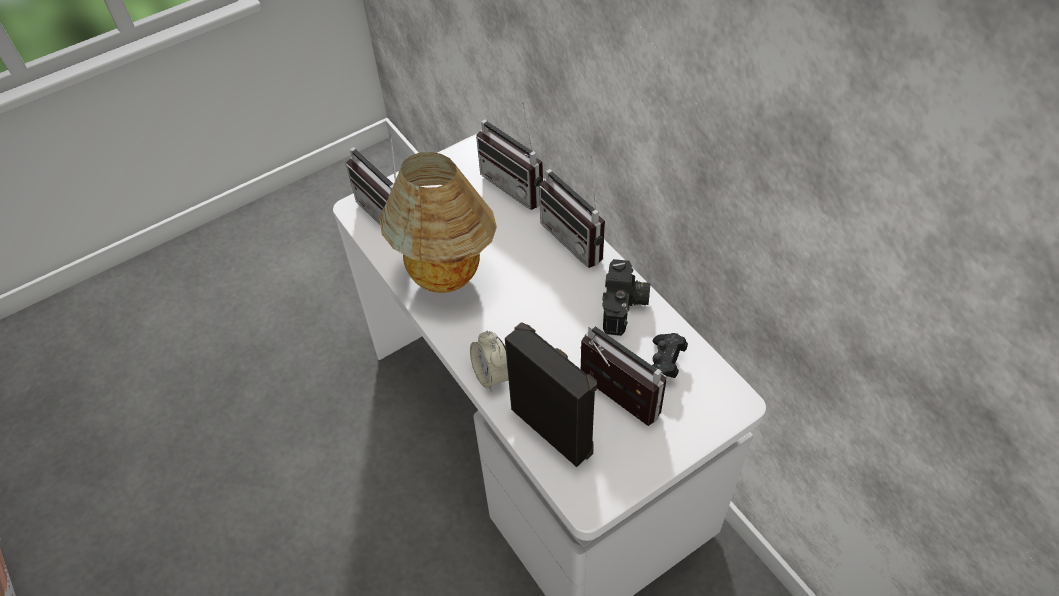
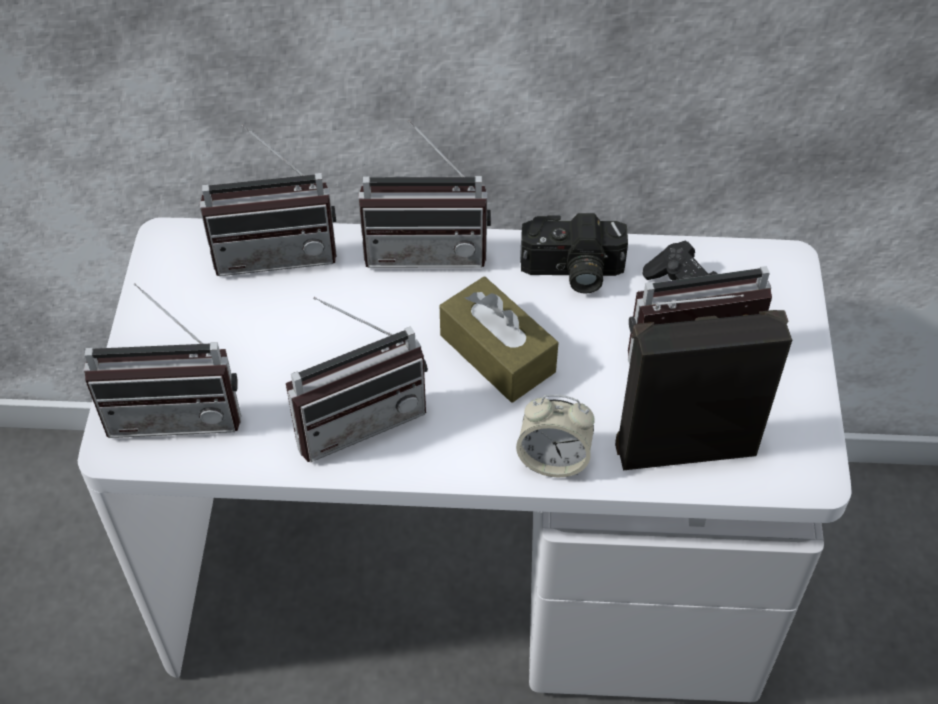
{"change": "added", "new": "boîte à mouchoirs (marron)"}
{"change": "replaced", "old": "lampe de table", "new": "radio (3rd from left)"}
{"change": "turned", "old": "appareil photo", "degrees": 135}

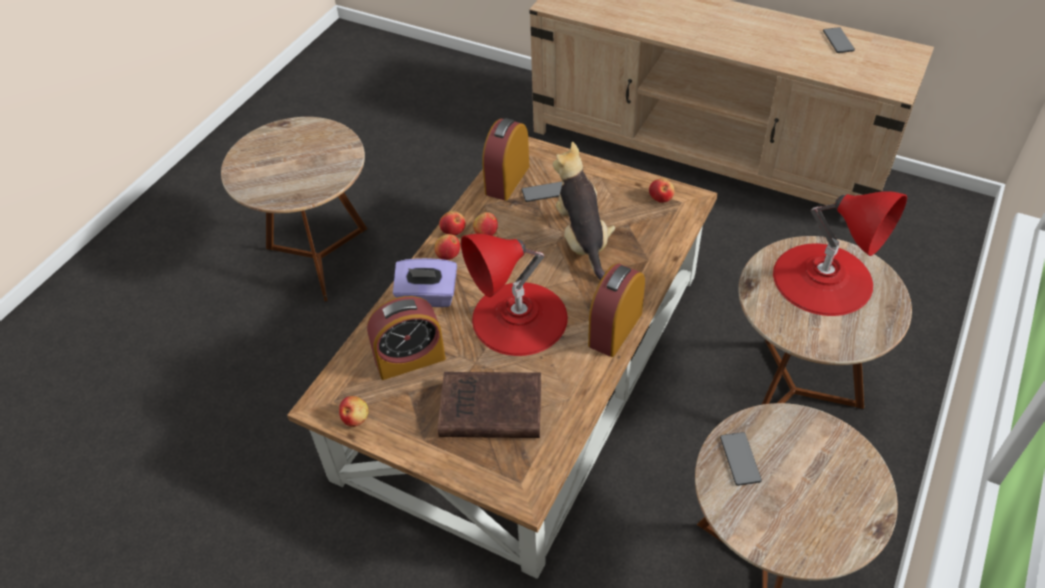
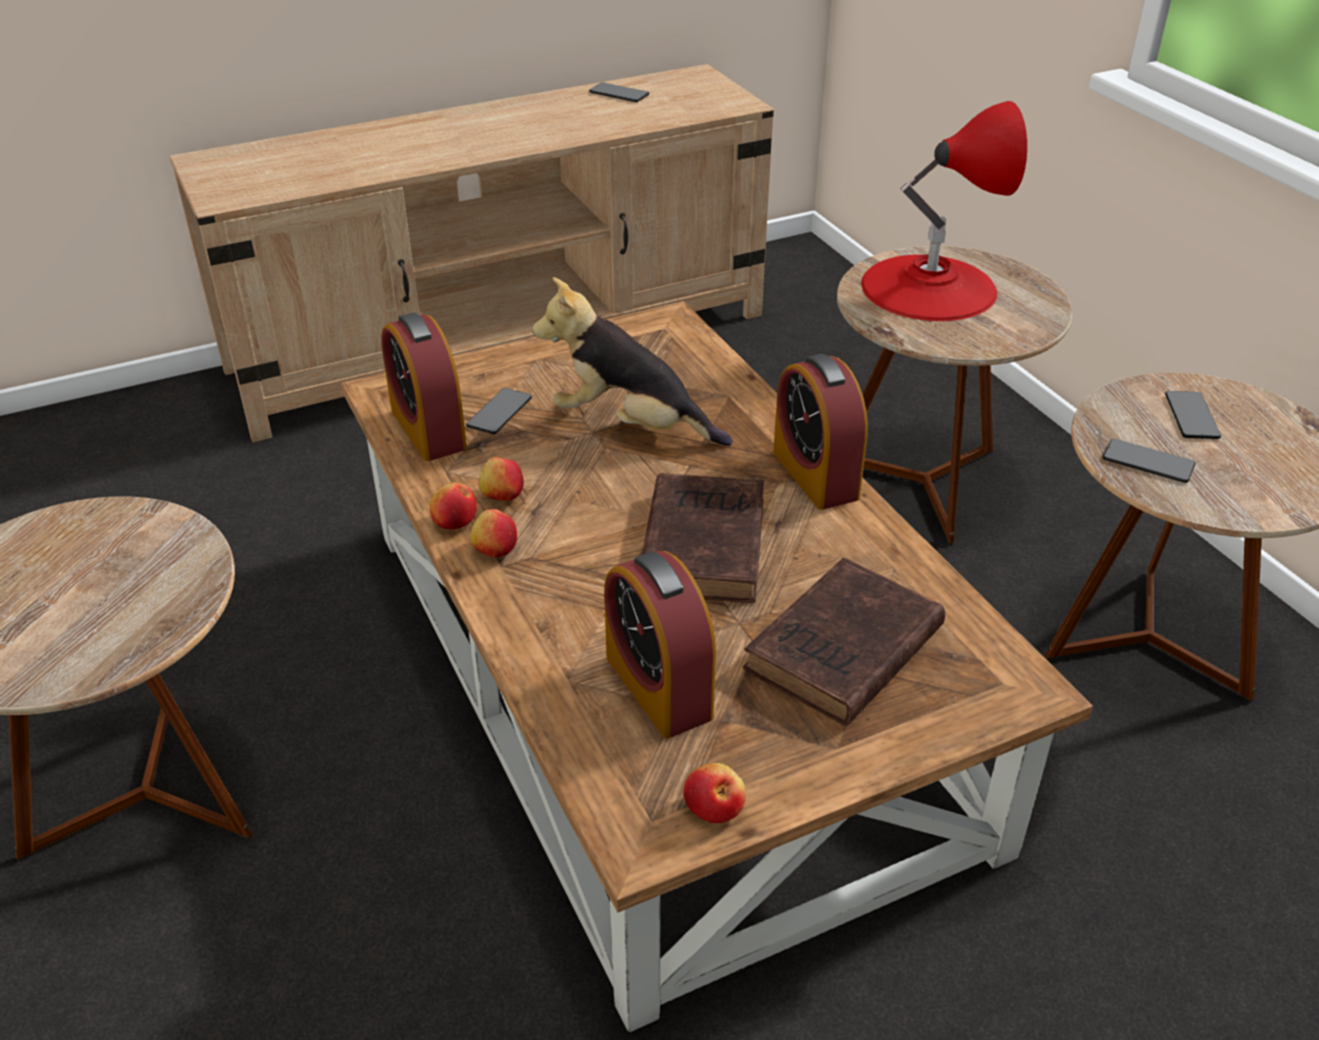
{"change": "removed", "old": "boîte à mouchoirs (violet)"}
{"change": "removed", "old": "pomme (5th from left)"}
{"change": "added", "new": "téléphone (4th from left)"}
{"change": "replaced", "old": "lampe de table (rouge) (1st from left)", "new": "livre (marron) (1st from left)"}
{"change": "turned", "old": "réveil (1st from left in the first image)", "degrees": 135}

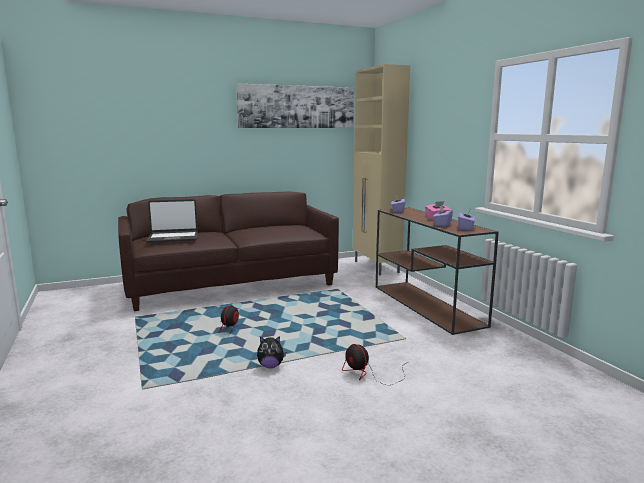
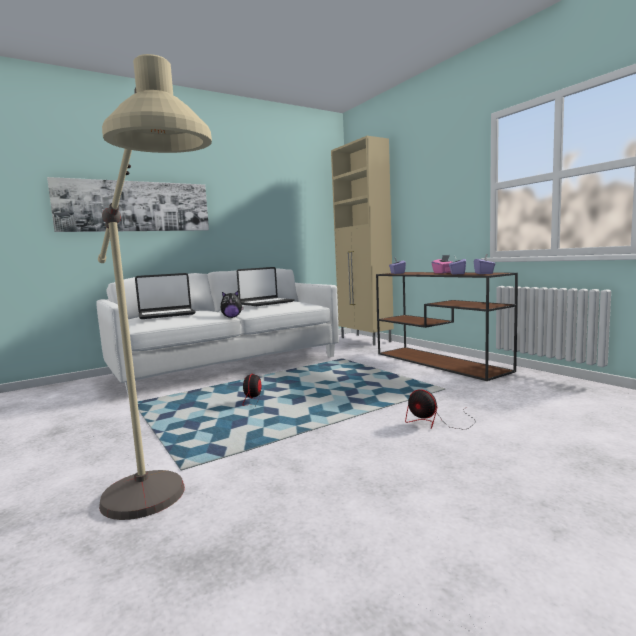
{"change": "added", "new": "lampadaire (beige)"}
{"change": "added", "new": "ordinateur portable (2nd from left)"}
{"change": "moved", "old": "tableau"}
{"change": "moved", "old": "peluche"}
{"change": "recoloured", "old": "canapé (marron)", "new": "canapé (blanc)"}

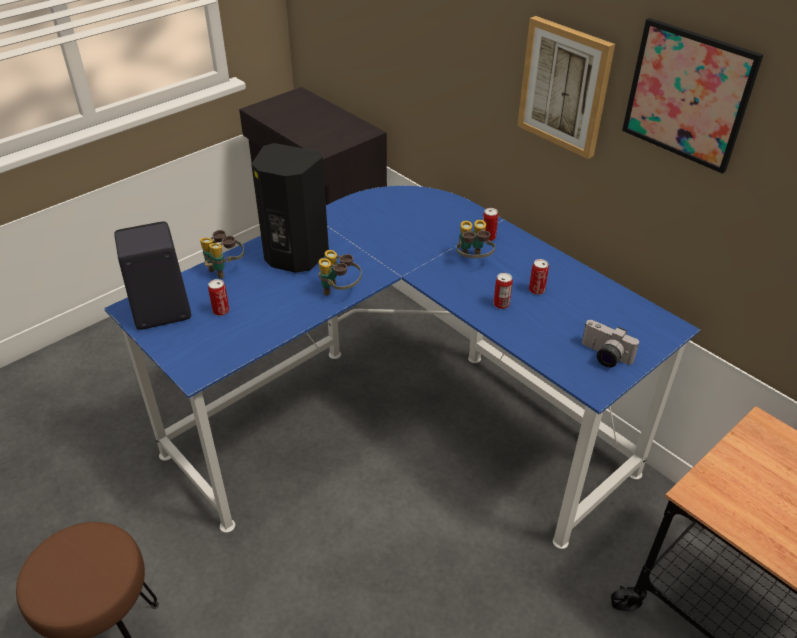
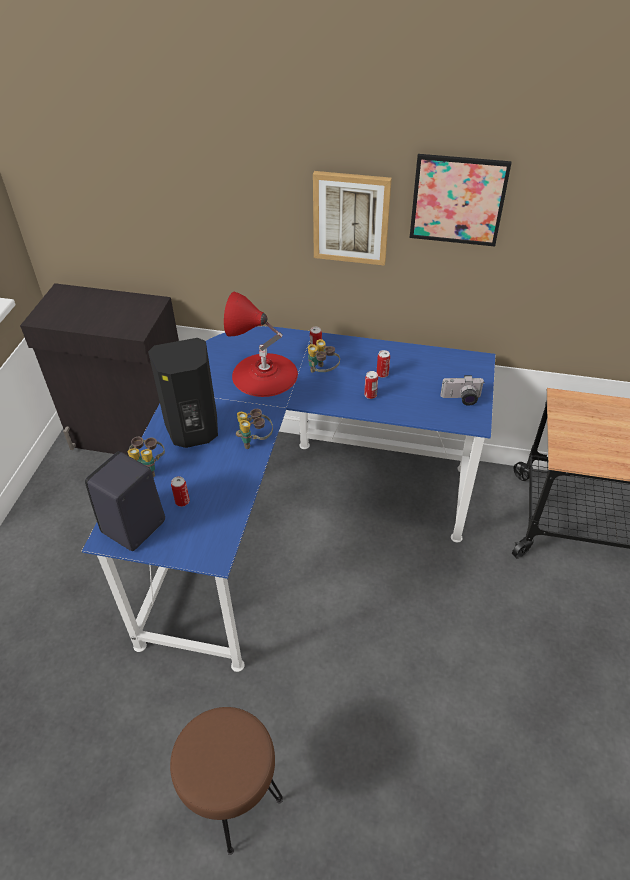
{"change": "added", "new": "lampe de table (rouge)"}

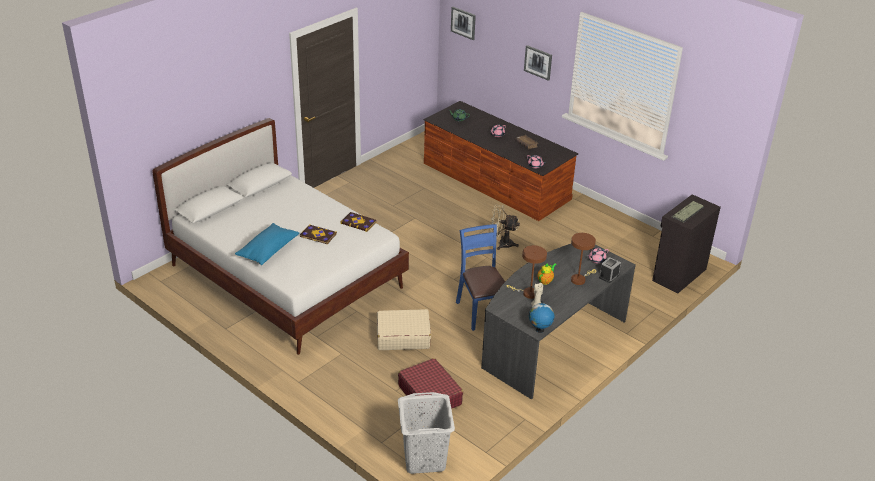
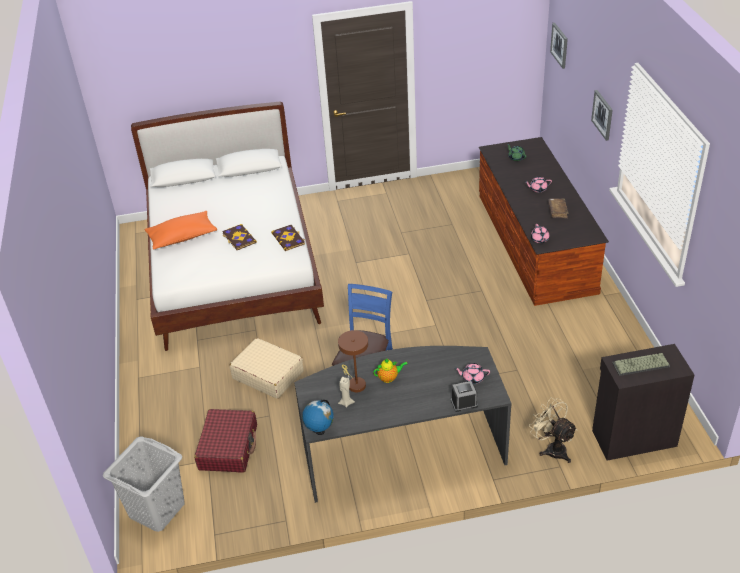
{"change": "removed", "old": "lampe de table (marron) (2nd from left)"}
{"change": "moved", "old": "ventilateur (beige)"}
{"change": "recoloured", "old": "coussin (bleu)", "new": "coussin (orange)"}

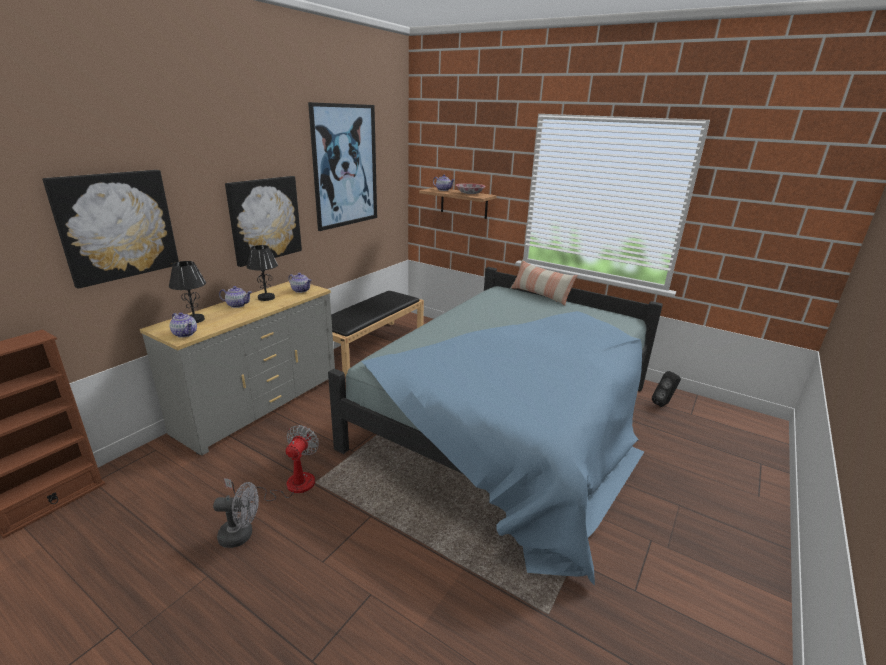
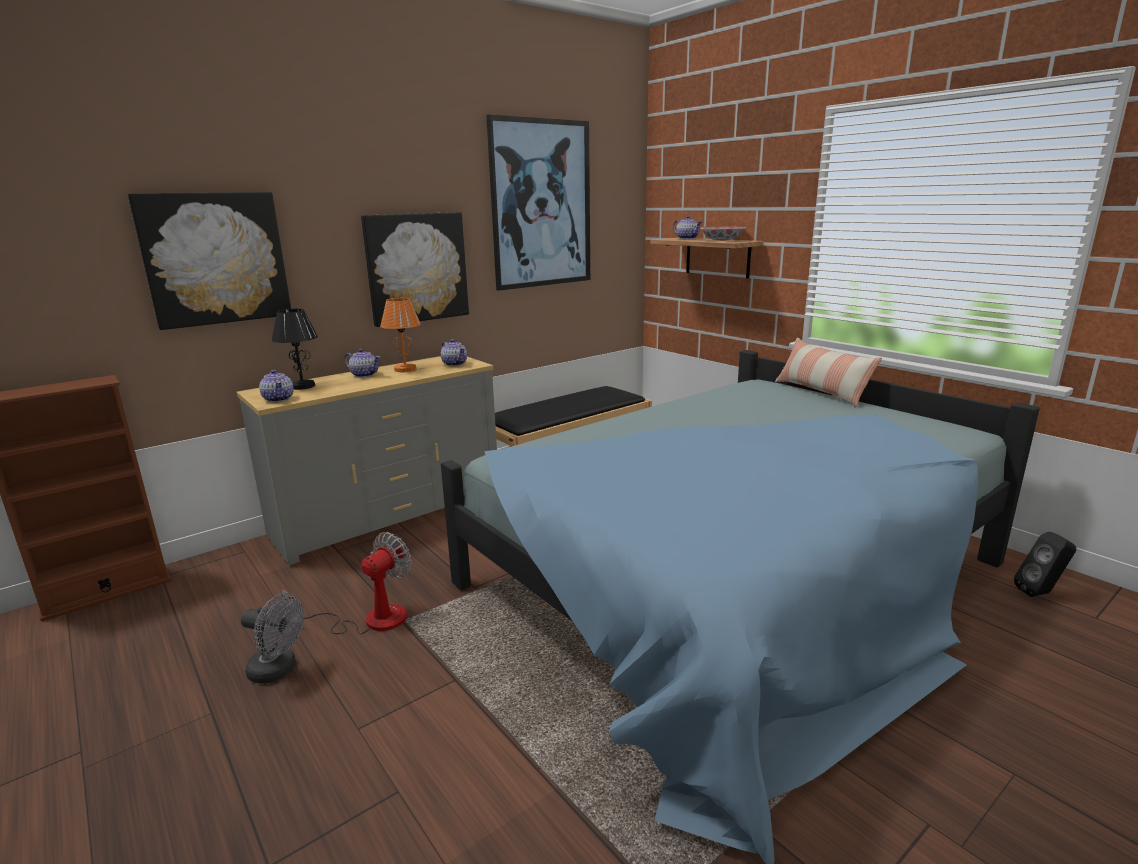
{"change": "recoloured", "old": "lampe de table (noir) (2nd from left)", "new": "lampe de table (orange)"}

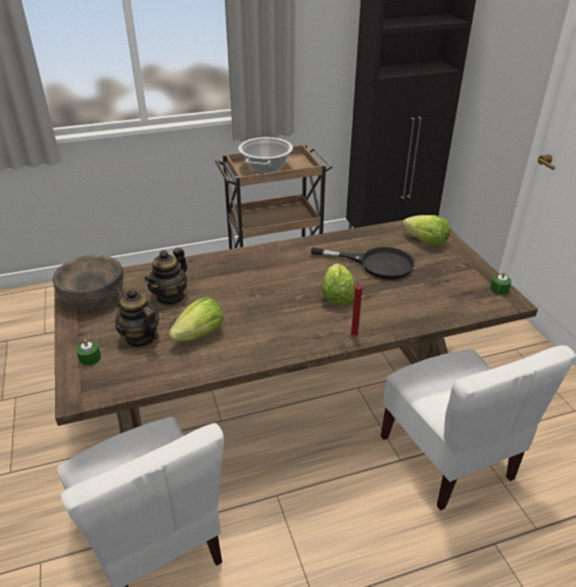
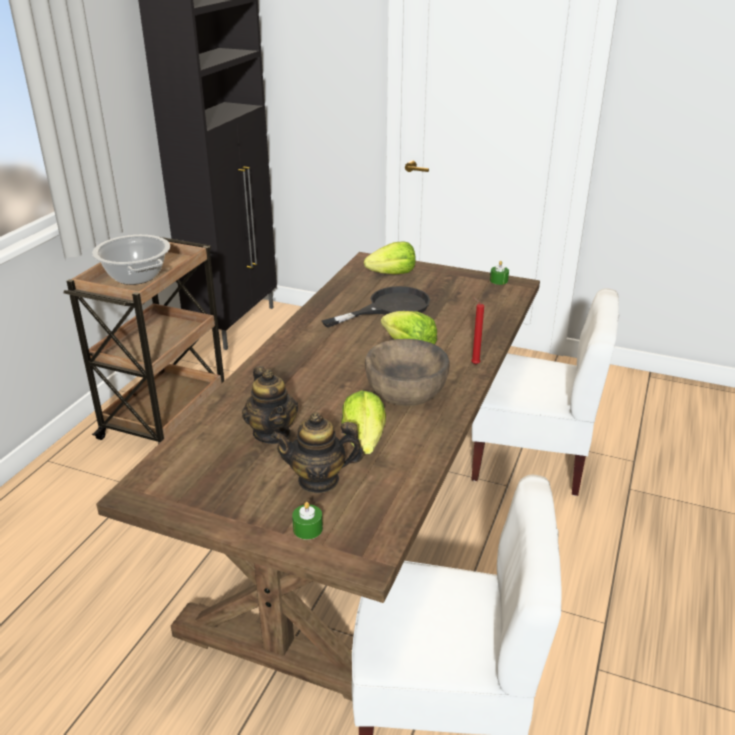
{"change": "moved", "old": "bol (marron)"}

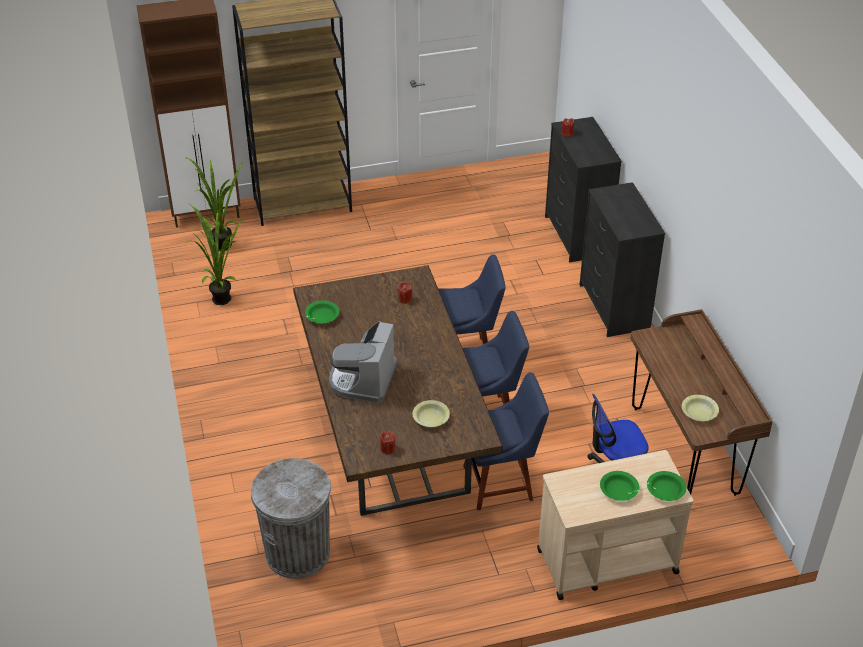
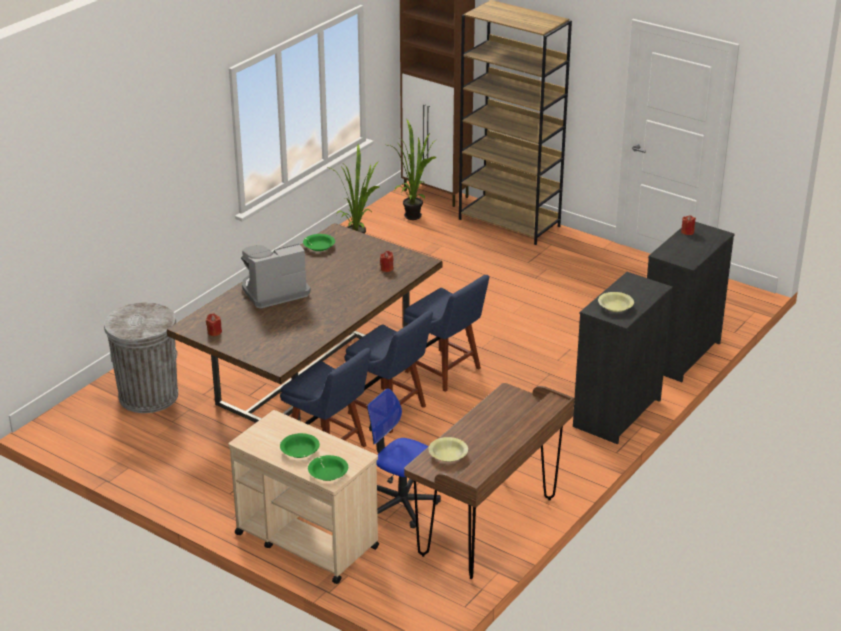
{"change": "moved", "old": "bol (jaune) (1st from left in the first image)", "new": "bol (jaune) (2nd from left)"}

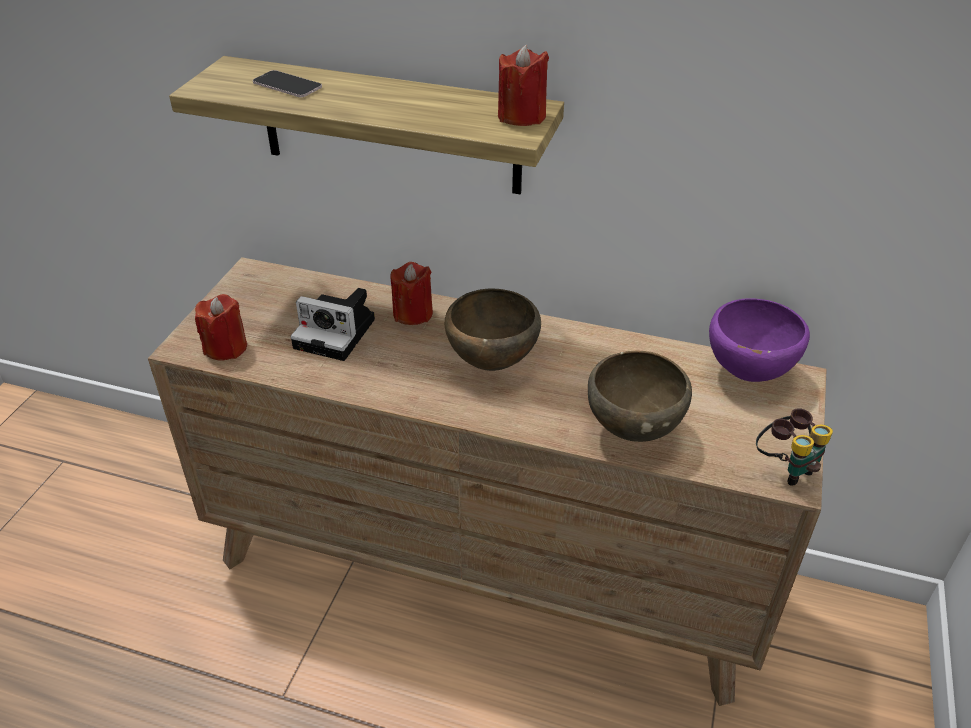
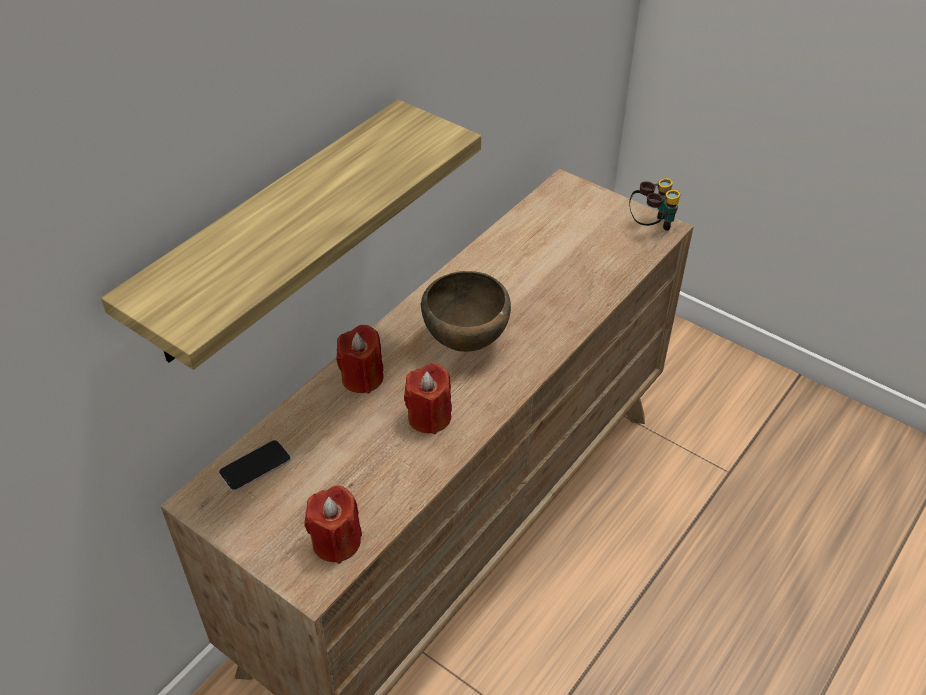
{"change": "removed", "old": "appareil photo"}
{"change": "removed", "old": "bol (marron) (2nd from left)"}
{"change": "removed", "old": "bol (violet)"}
{"change": "moved", "old": "téléphone"}
{"change": "moved", "old": "bougie (rouge) (3rd from left)"}

